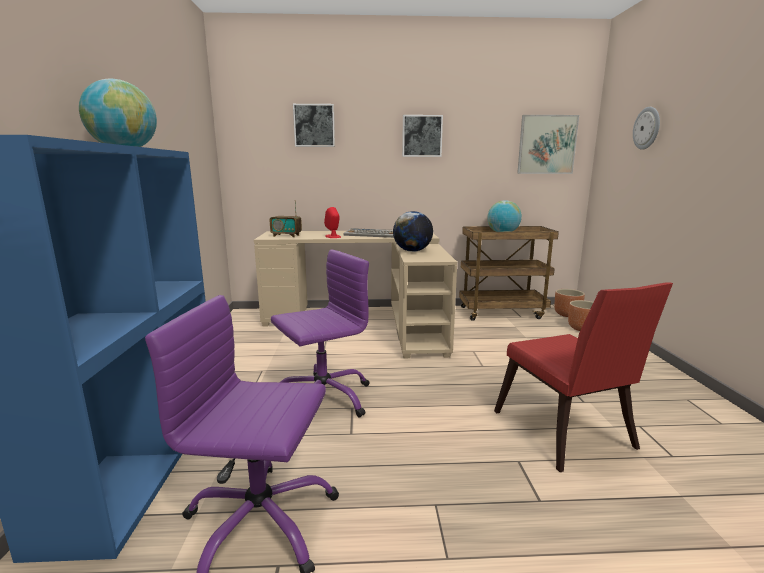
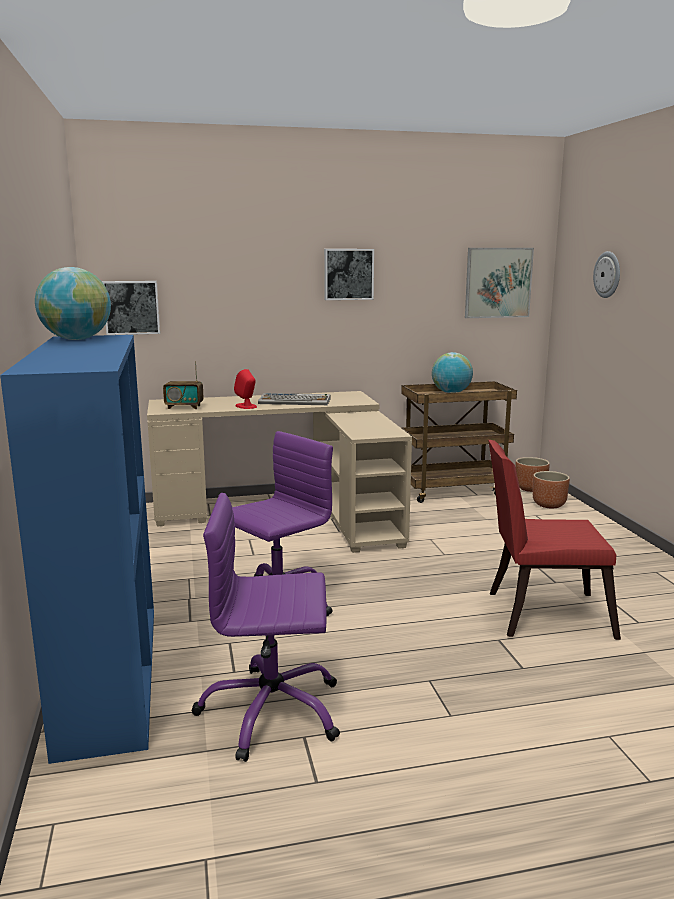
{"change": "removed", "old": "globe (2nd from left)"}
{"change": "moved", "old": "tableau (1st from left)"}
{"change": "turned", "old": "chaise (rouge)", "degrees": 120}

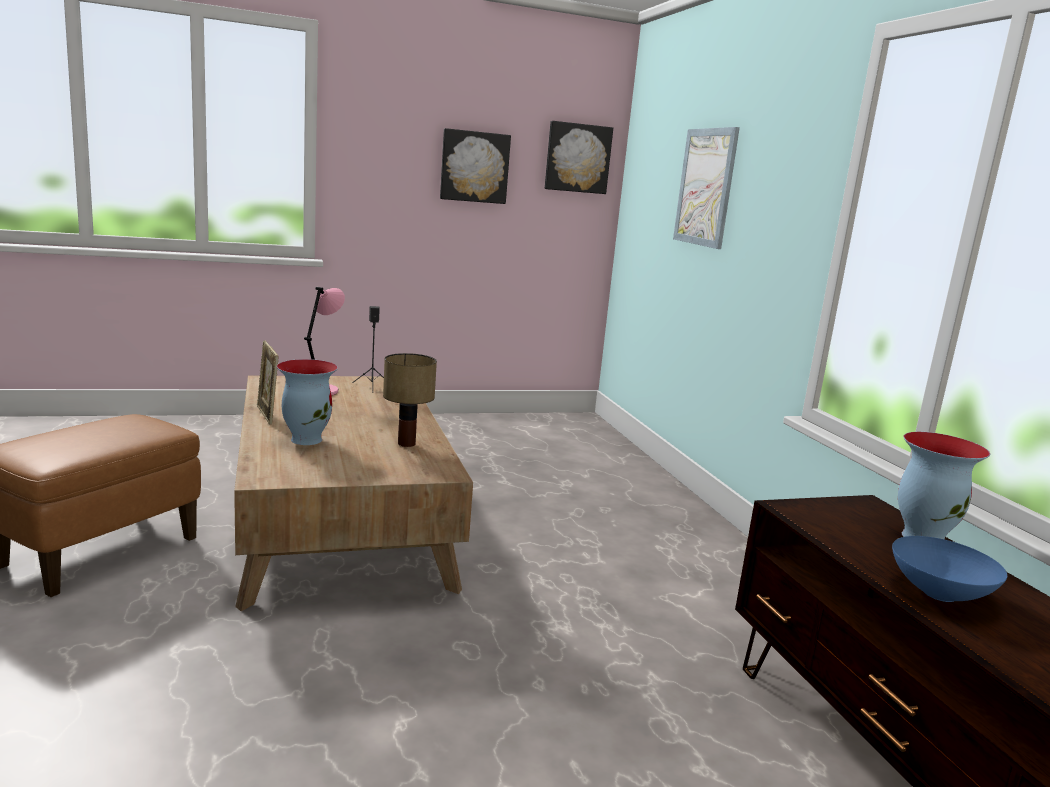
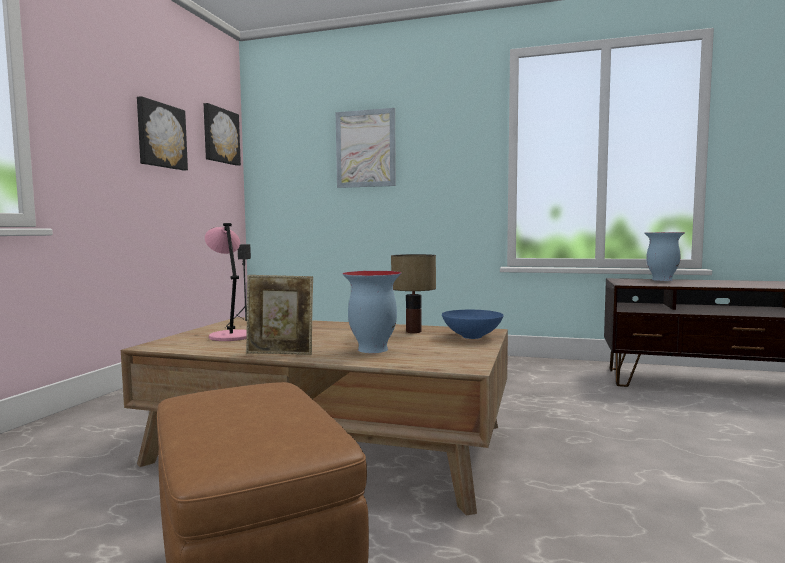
{"change": "moved", "old": "bol (bleu)"}

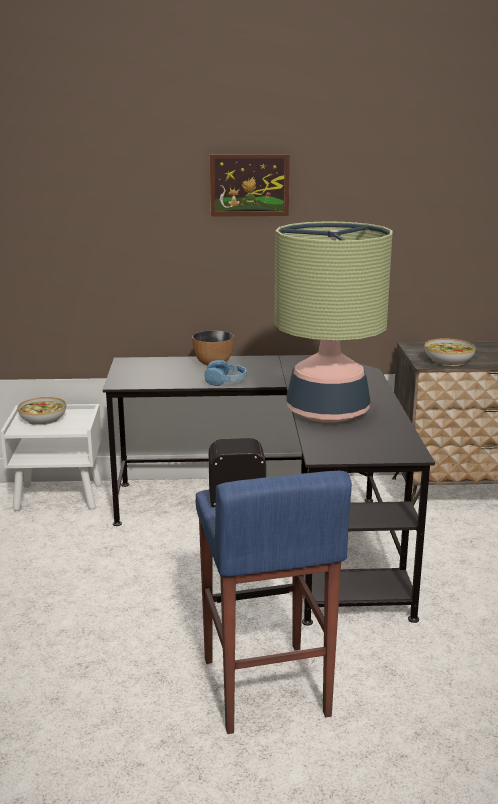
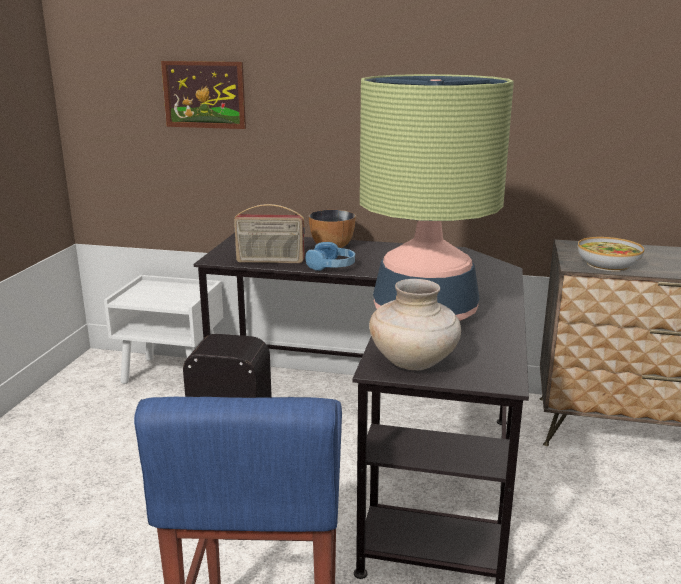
{"change": "removed", "old": "bol (1st from left)"}
{"change": "added", "new": "radio (2nd from left)"}
{"change": "added", "new": "vase (beige)"}
{"change": "moved", "old": "tableau"}

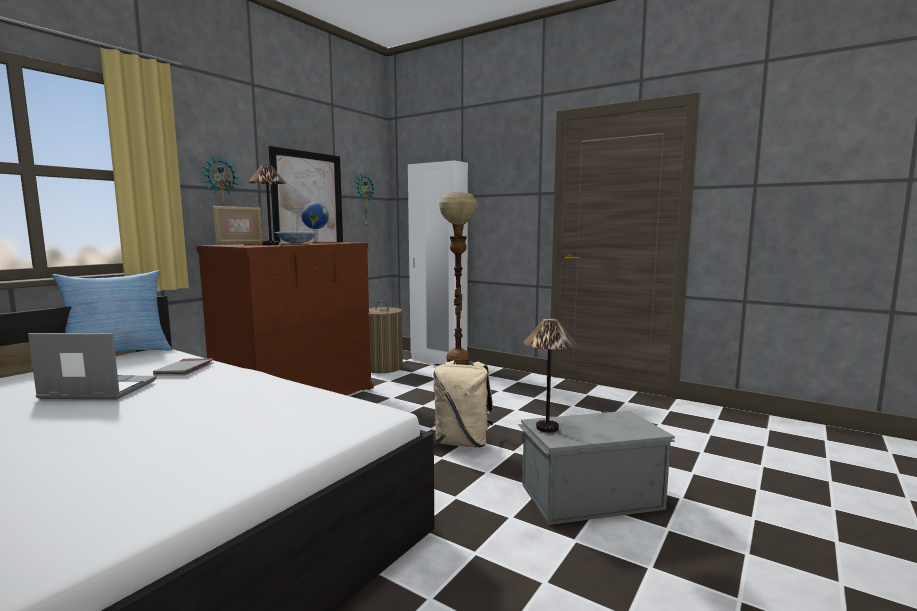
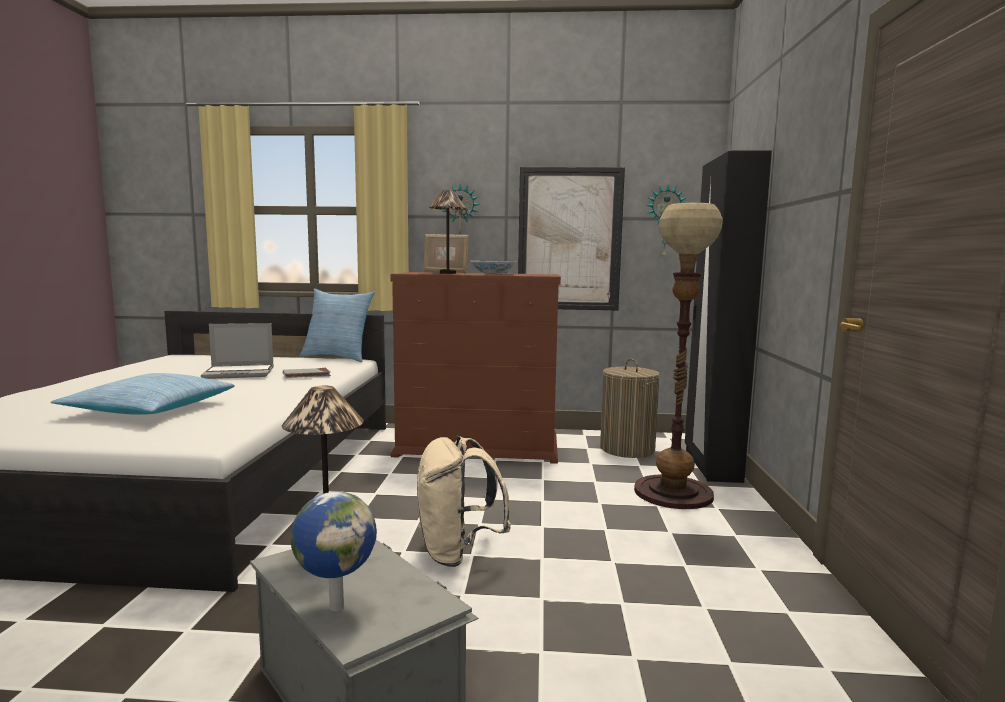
{"change": "added", "new": "coussin (1st from left)"}
{"change": "moved", "old": "globe"}
{"change": "recoloured", "old": "armoire (blanc)", "new": "armoire (noir)"}
{"change": "turned", "old": "ordinateur portable", "degrees": 105}

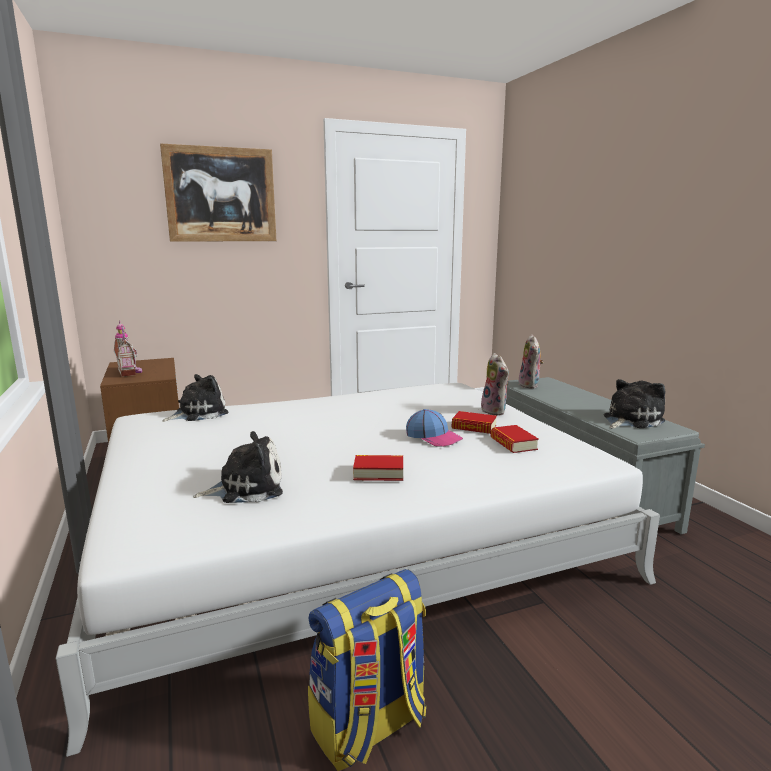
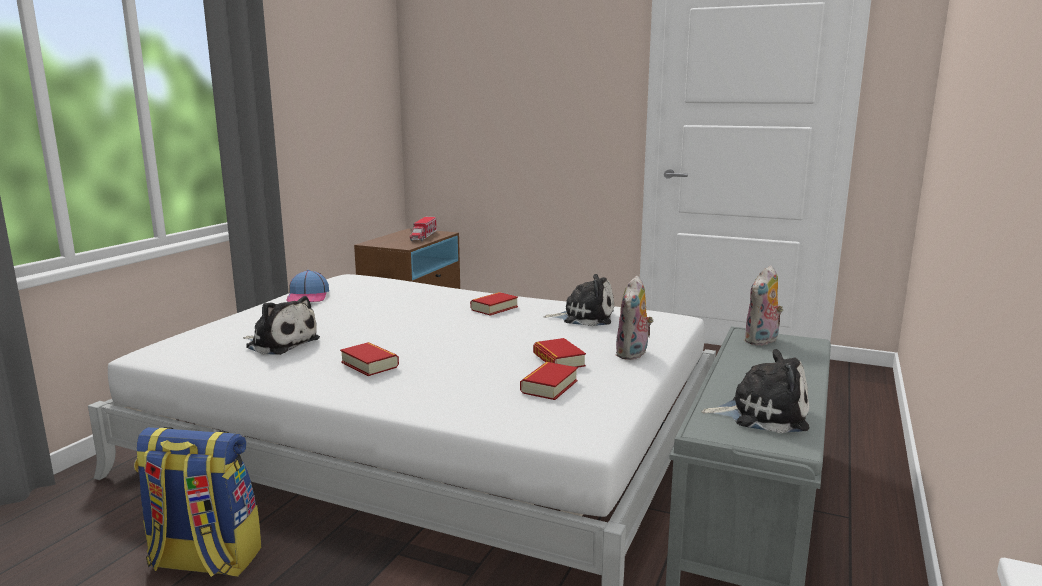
{"change": "removed", "old": "maison miniature"}
{"change": "removed", "old": "tableau"}
{"change": "added", "new": "camion jouet"}
{"change": "added", "new": "livre (2nd from left)"}
{"change": "moved", "old": "peluche (1st from left in the first image)", "new": "peluche (2nd from left)"}
{"change": "moved", "old": "casquette"}

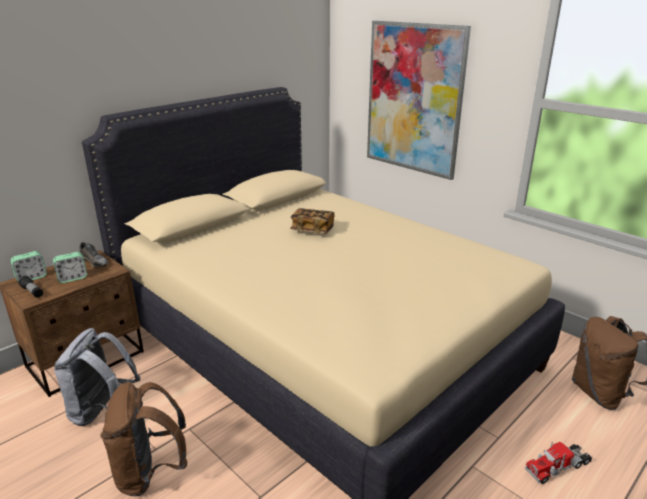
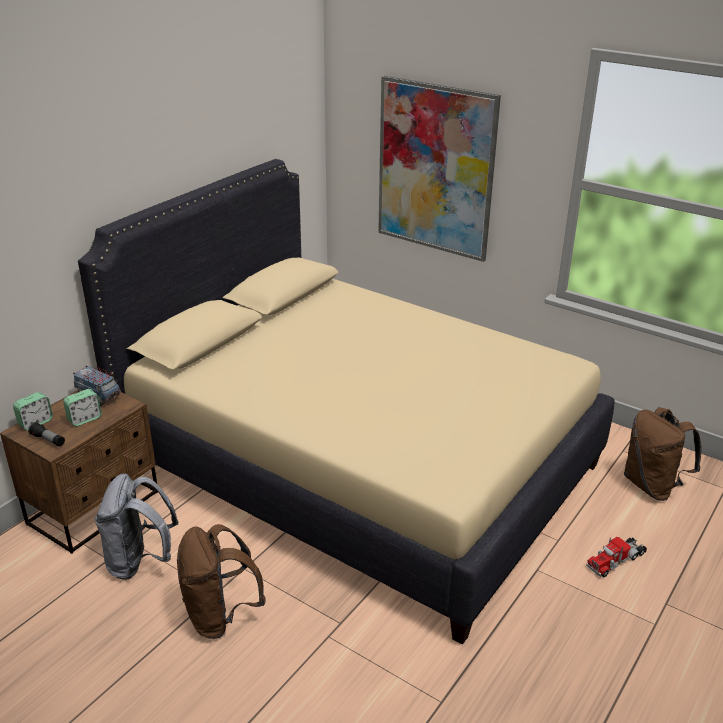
{"change": "removed", "old": "livre"}
{"change": "replaced", "old": "chaussure (gris)", "new": "camion jouet (1st from left)"}

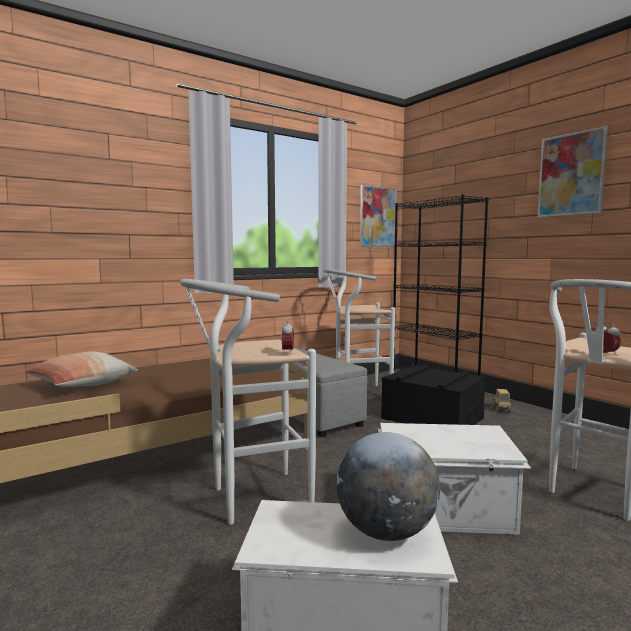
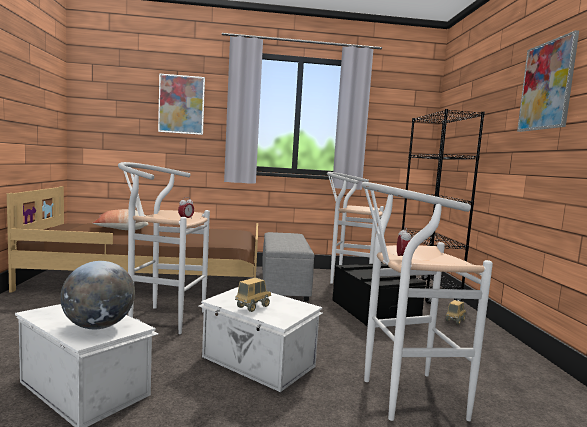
{"change": "added", "new": "camion jouet (1st from left)"}
{"change": "moved", "old": "tableau (1st from left)"}

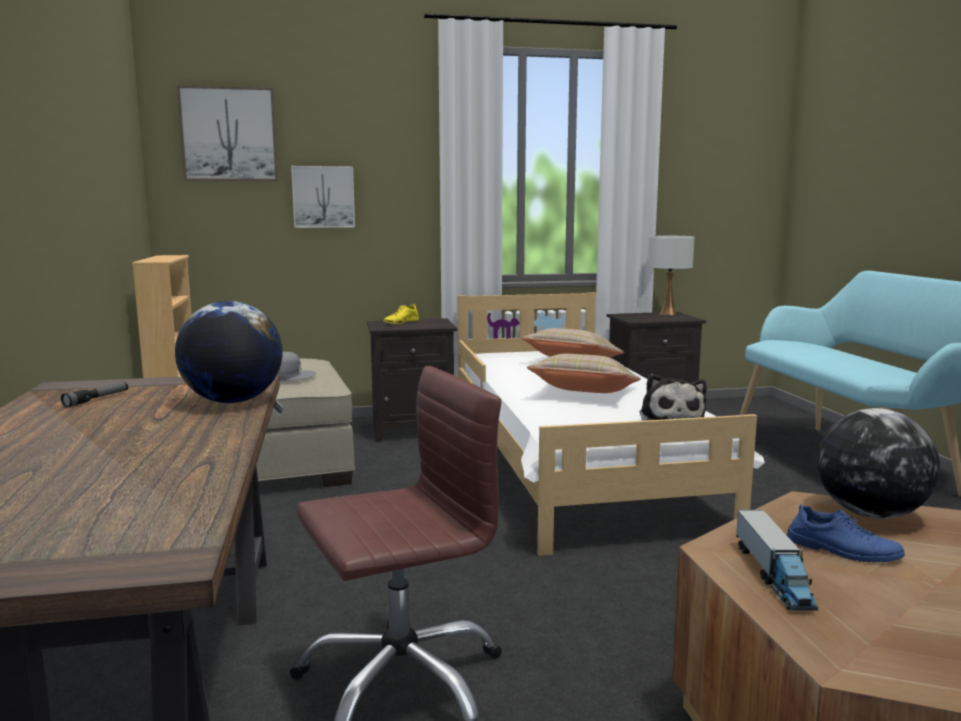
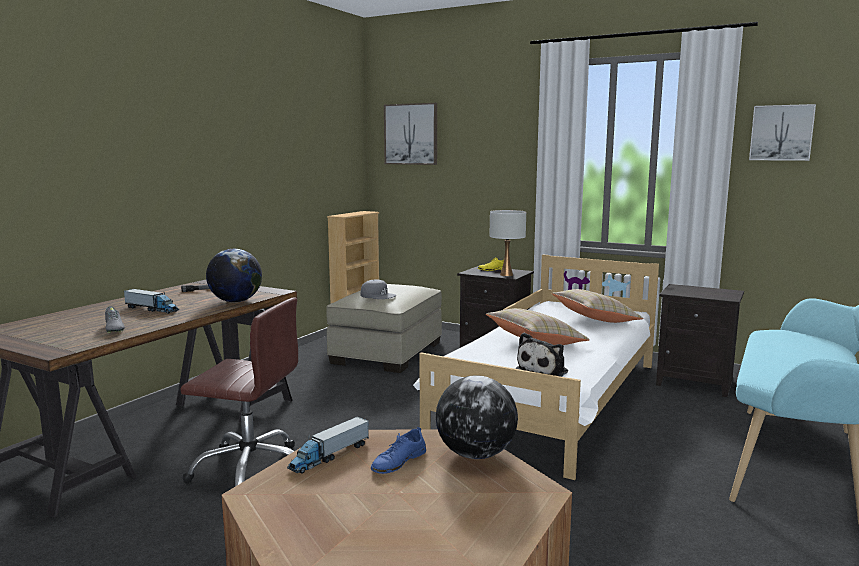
{"change": "added", "new": "chaussure (gris)"}
{"change": "added", "new": "camion jouet (1st from left)"}
{"change": "moved", "old": "tableau (2nd from left)"}
{"change": "moved", "old": "lampe de table (blanc)"}
{"change": "turned", "old": "chaussure (bleu)", "degrees": 60}

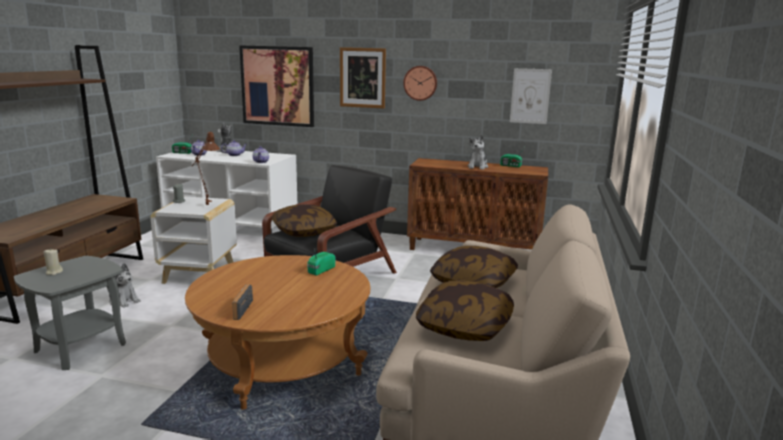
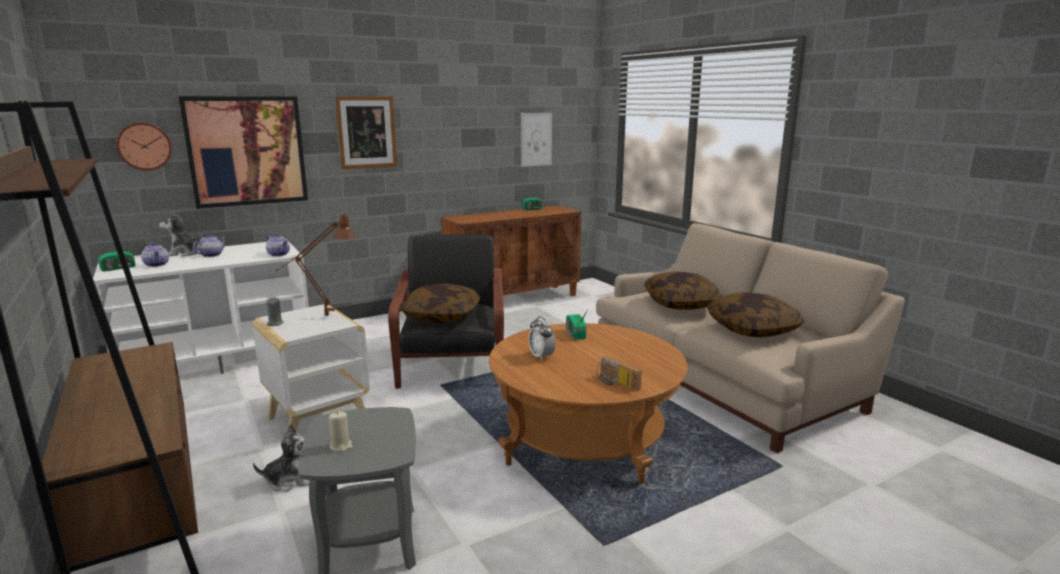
{"change": "removed", "old": "peluche (3rd from left)"}
{"change": "added", "new": "réveil"}
{"change": "moved", "old": "horloge murale"}

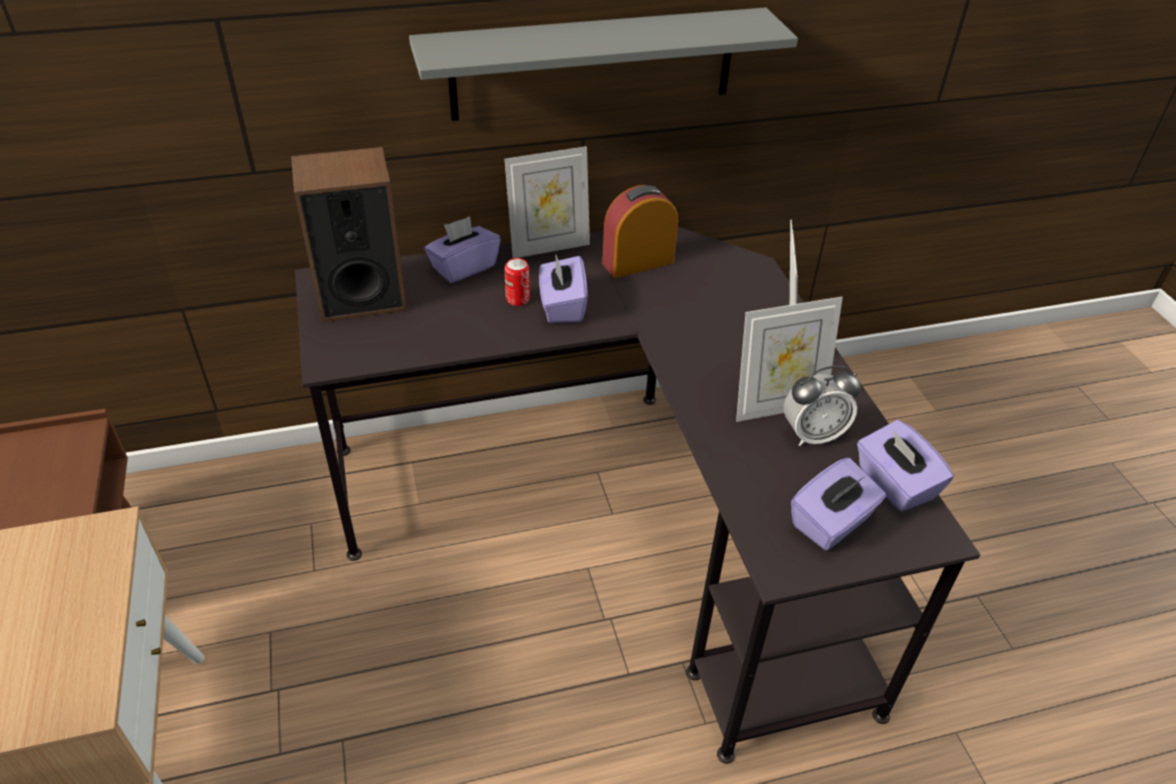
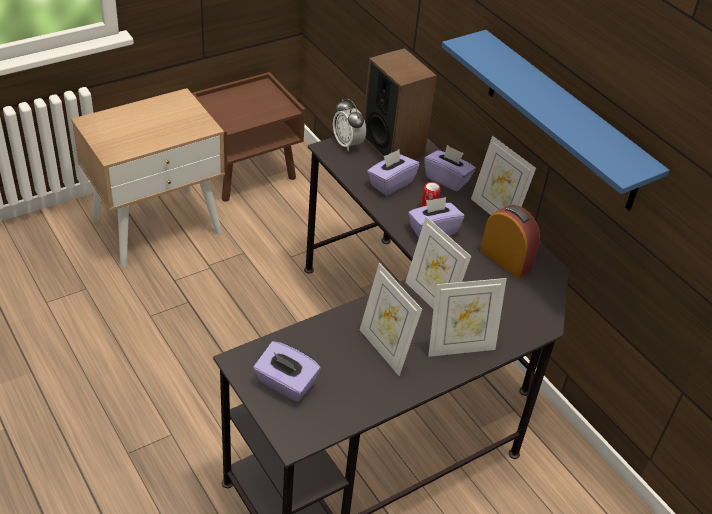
{"change": "added", "new": "cadre photo (2nd from left)"}
{"change": "moved", "old": "réveil (2nd from left in the first image)", "new": "réveil (1st from left)"}
{"change": "moved", "old": "boîte à mouchoirs (violet) (4th from left in the first image)", "new": "boîte à mouchoirs (violet) (2nd from left)"}
{"change": "recoloured", "old": "étagère (gris)", "new": "étagère (bleu)"}

